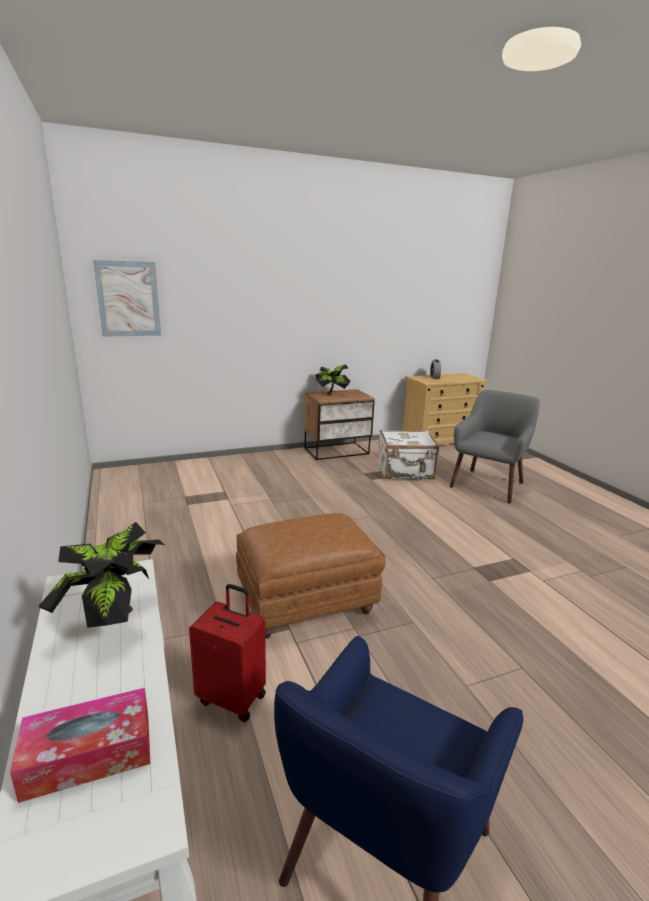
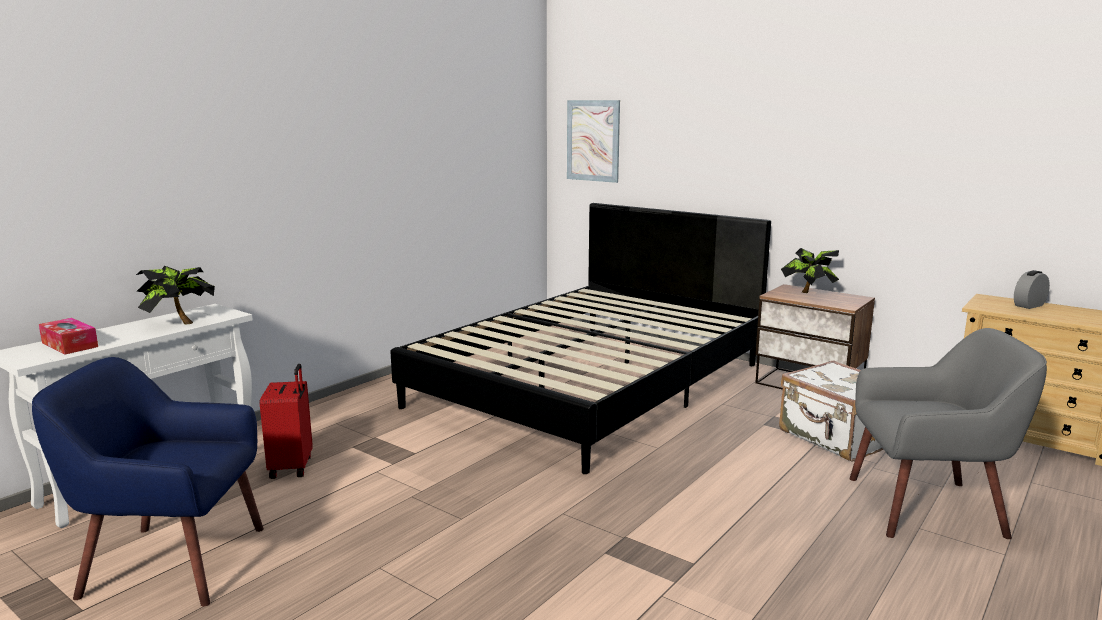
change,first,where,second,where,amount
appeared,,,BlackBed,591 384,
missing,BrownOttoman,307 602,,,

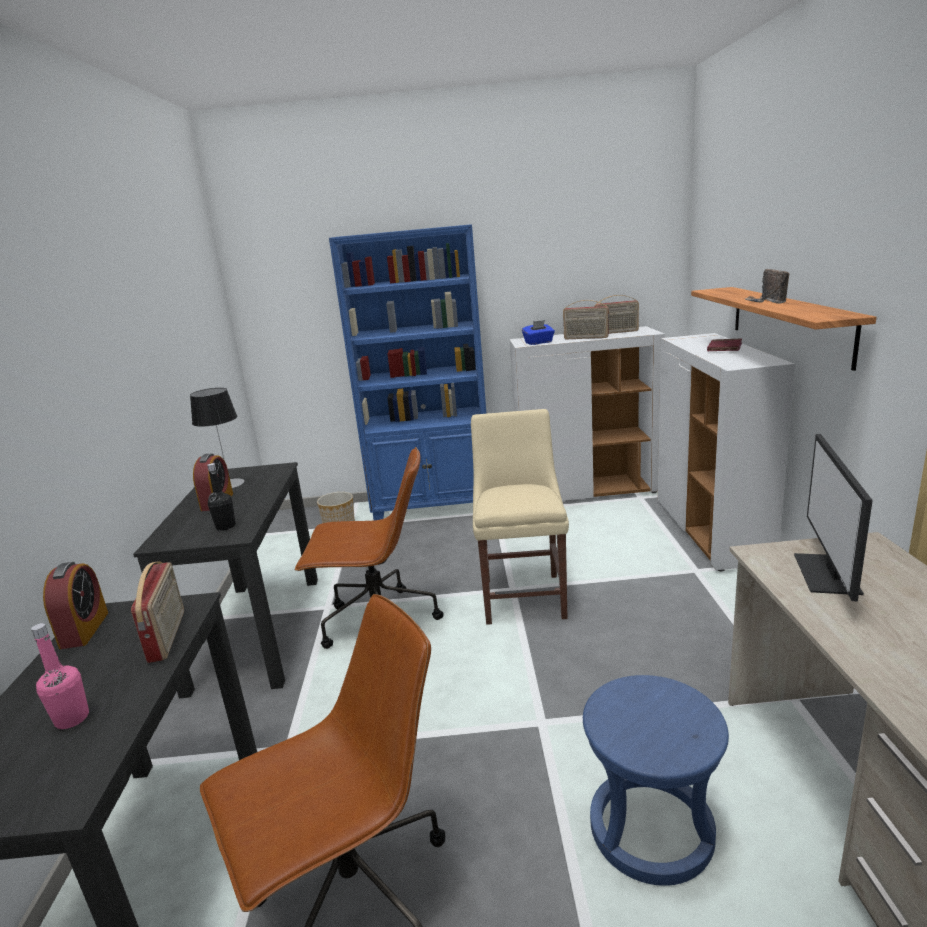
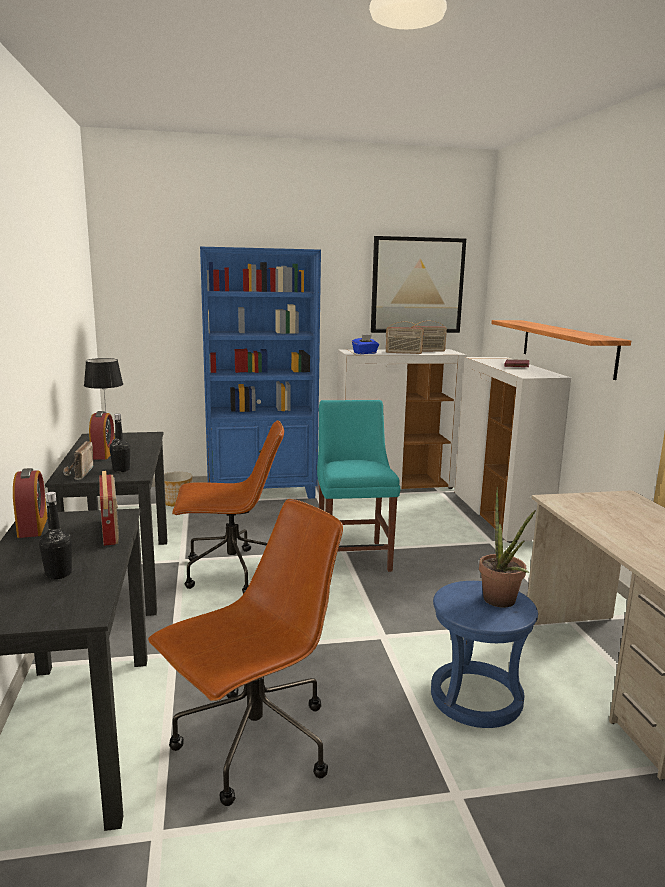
change,first,where,second,where,amount
colour,PinkBottle,72 719,BlackBottle,58 574,
relocated,Radio,766 301,,77 474,
colour,BeigeChair,523 595,TurquoiseChair,353 555,
appeared,,,Picture,417 285,
appeared,,,PottedPlant,502 603,
missing,Monitor,828 574,,,

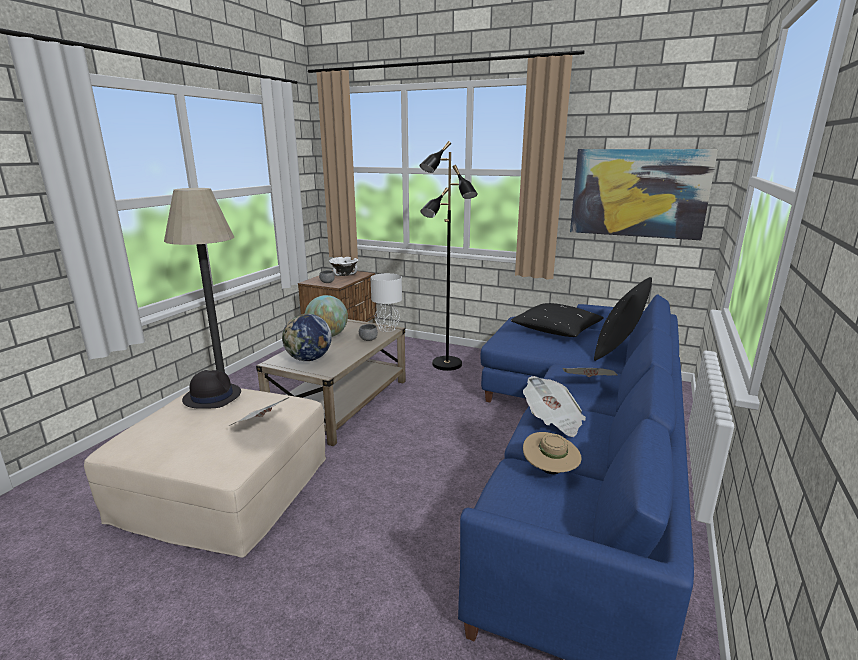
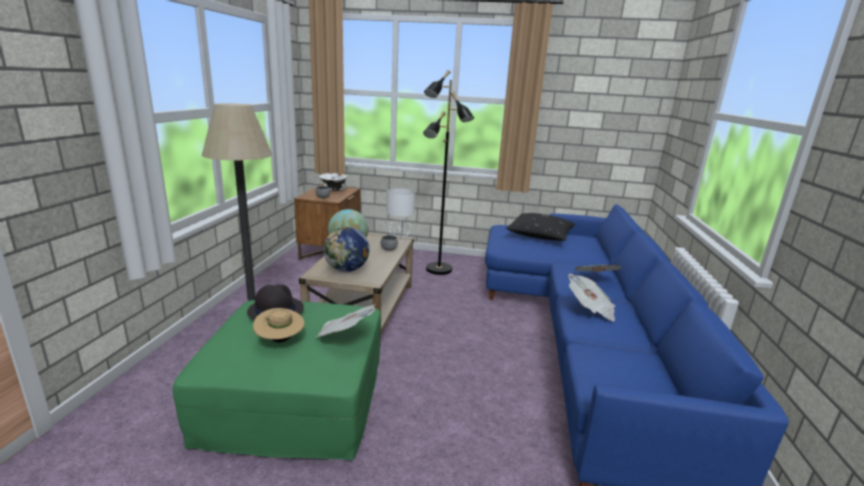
change,first,where,second,where,amount
colour,BeigeOttoman,223 488,GreenOttoman,294 399,
relocated,BeigeHat,550 471,,280 340,
missing,Picture,638 193,,,
missing,BlackPillow,618 351,,,

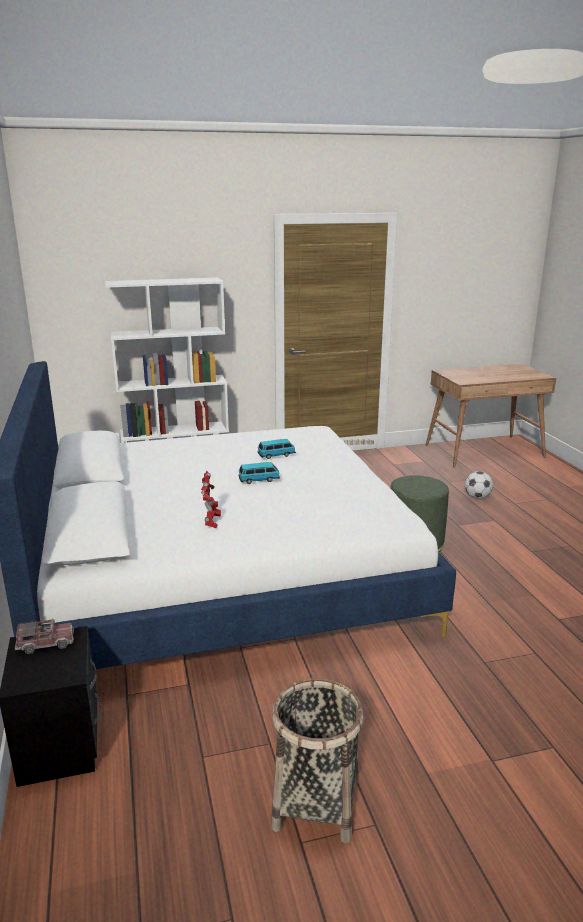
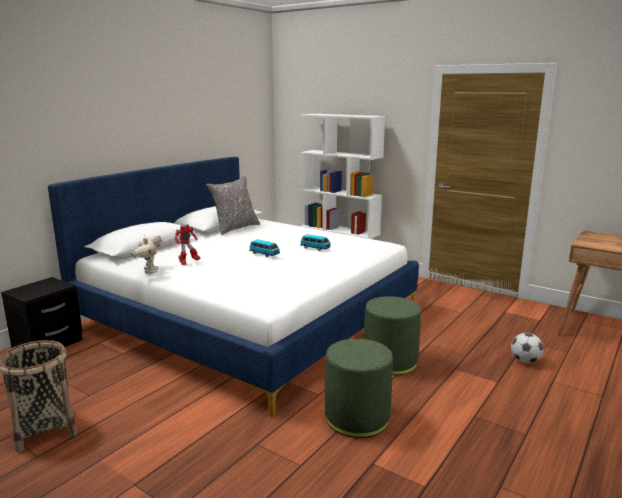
change,first,where,second,where,amount
appeared,,,ToyRobot,150 271,
appeared,,,GreyPillow,235 228,
appeared,,,GreenOttoman,357 418,
missing,ToyTruck,46 643,,,

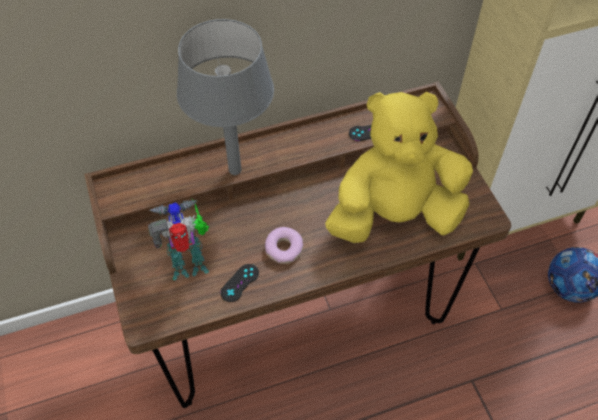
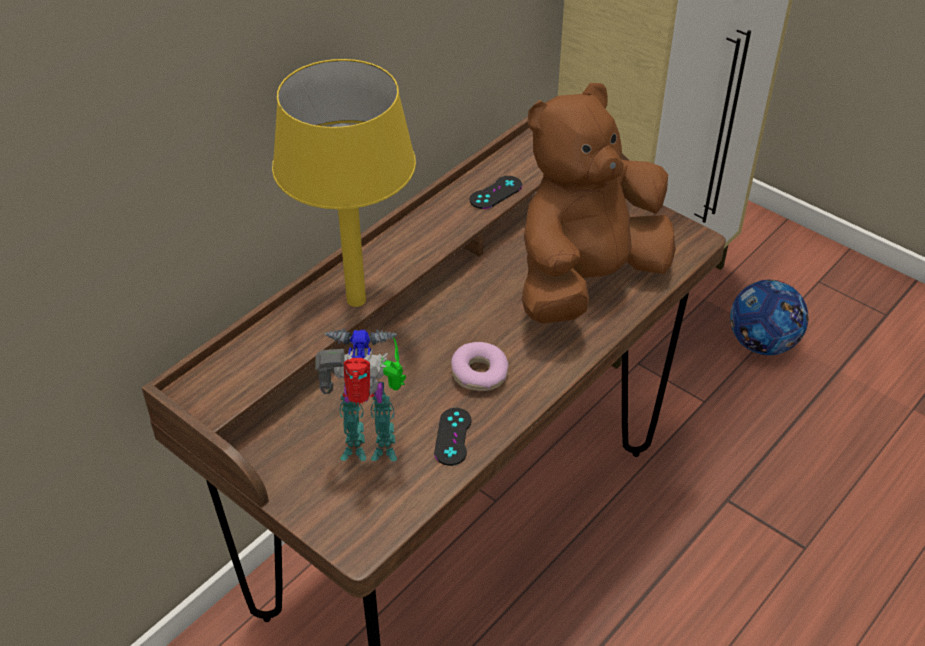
change,first,where,second,where,amount
colour,GreyTableLamp,235 170,YellowTableLamp,357 299,
spun,ToyRobot,191 267,,372 448,45 degrees clockwise
colour,YellowPlushToy,394 215,BrownPlushToy,586 280,

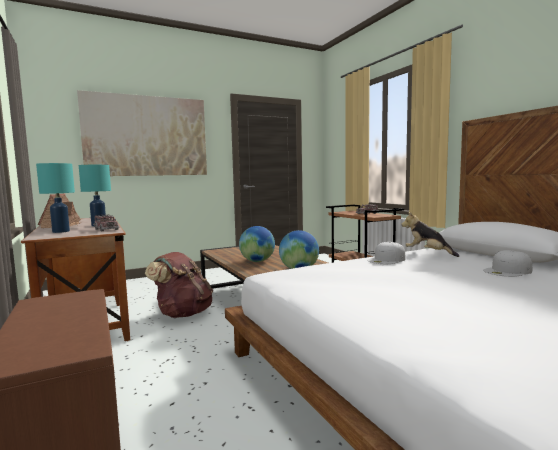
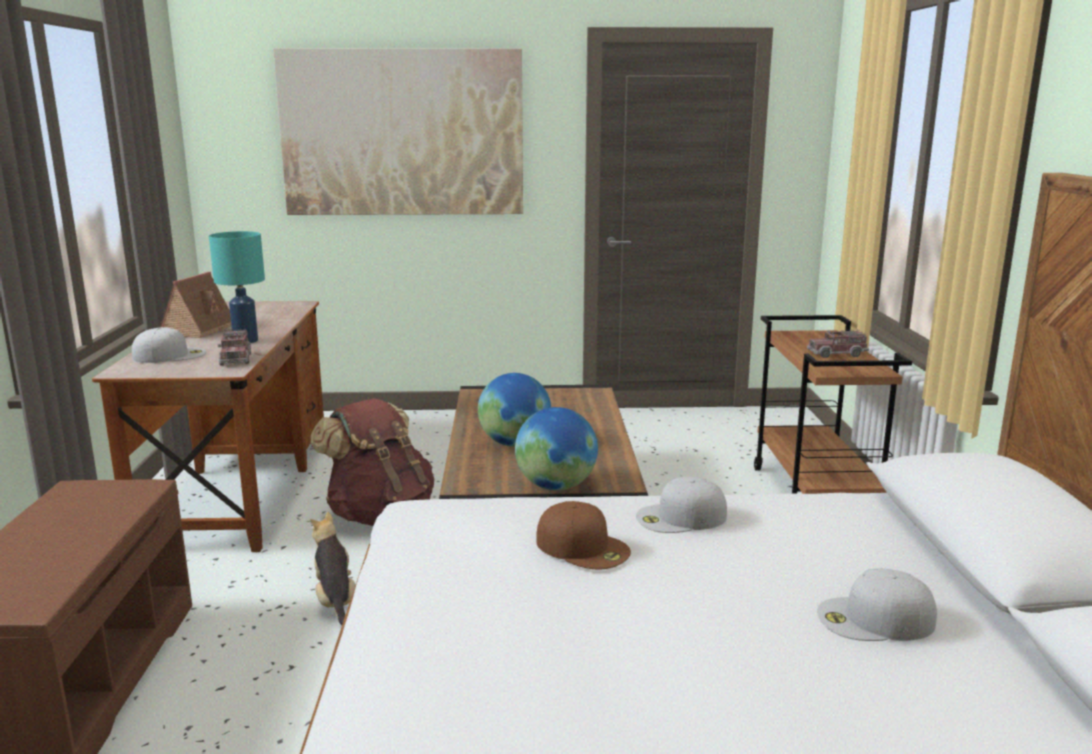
change,first,where,second,where,amount
exchanged,TurquoiseTableLamp,60 231,WhiteCap,170 355,
relocated,PlushToy,427 253,,336 602,
appeared,,,BrownCap,583 547,

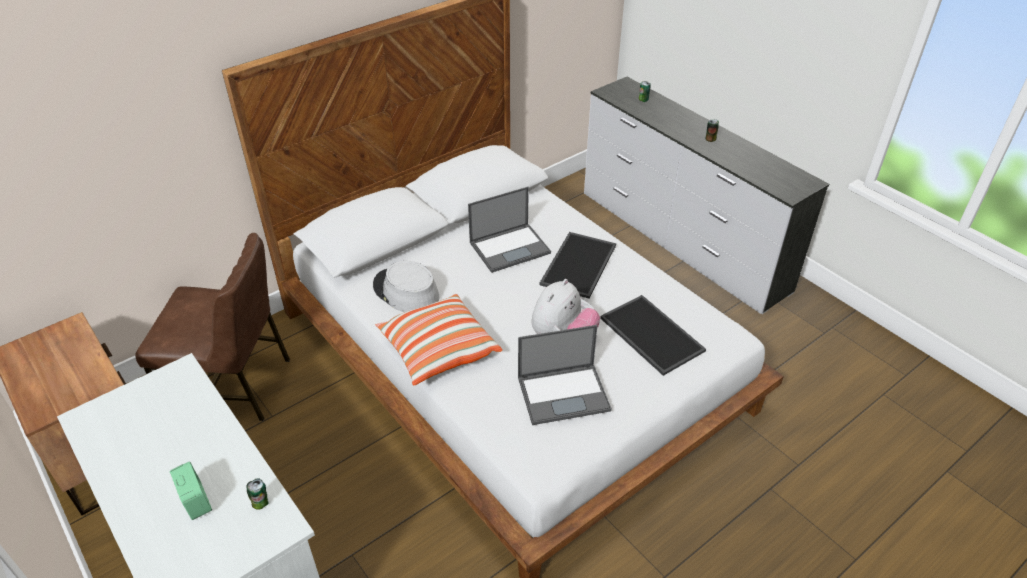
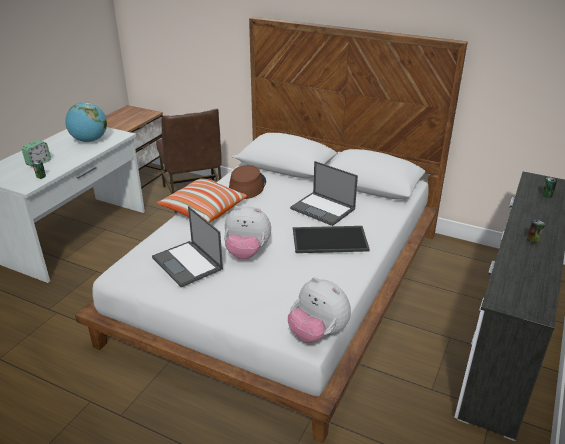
change,first,where,second,where,amount
appeared,,,Globe,89 141,
colour,GreyHat,405 292,BrownHat,247 186,
appeared,,,PlushToy,318 333,
missing,Tray,649 334,,,

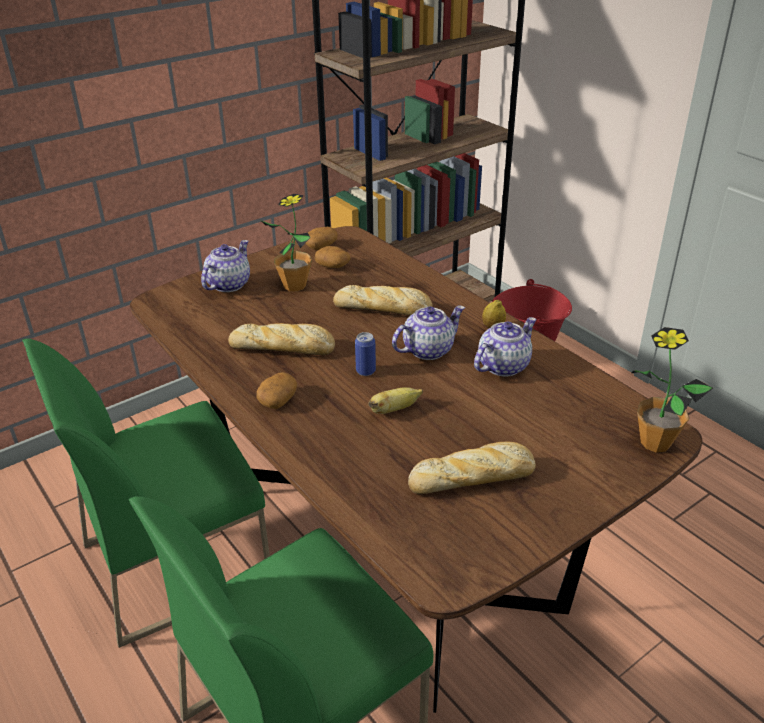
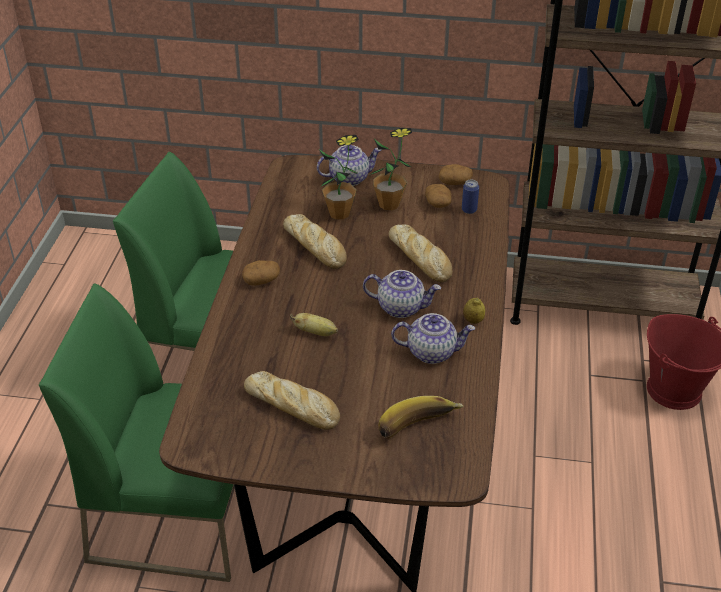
change,first,where,second,where,amount
relocated,PottedPlant,655 442,,339 213,
appeared,,,Banana,418 429,
relocated,Can,365 371,,469 210,

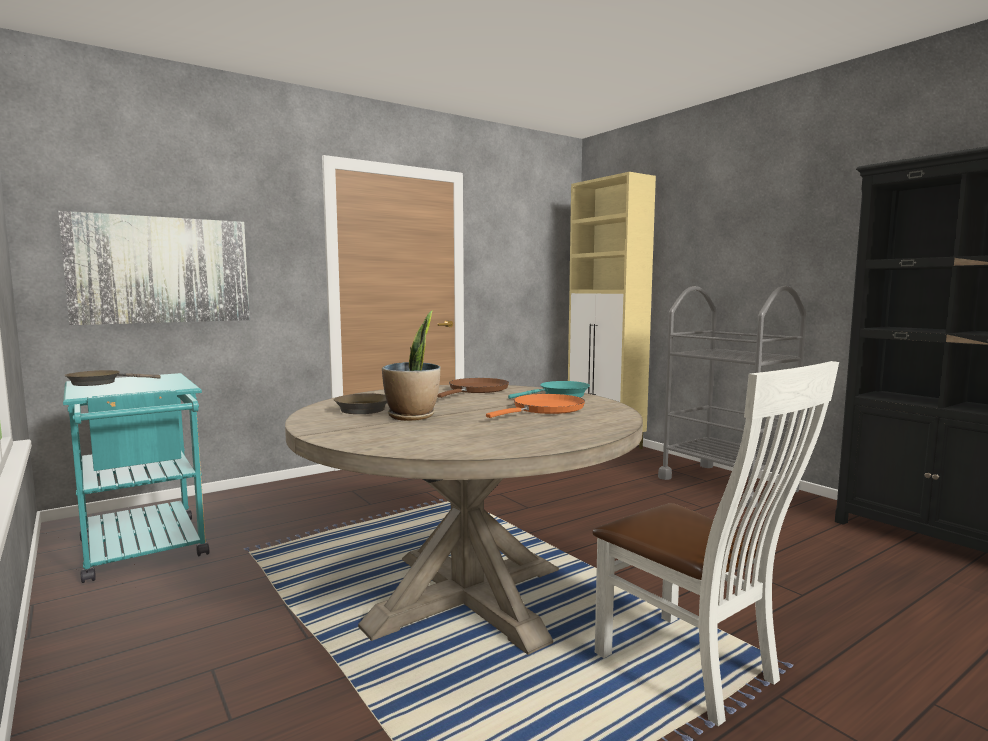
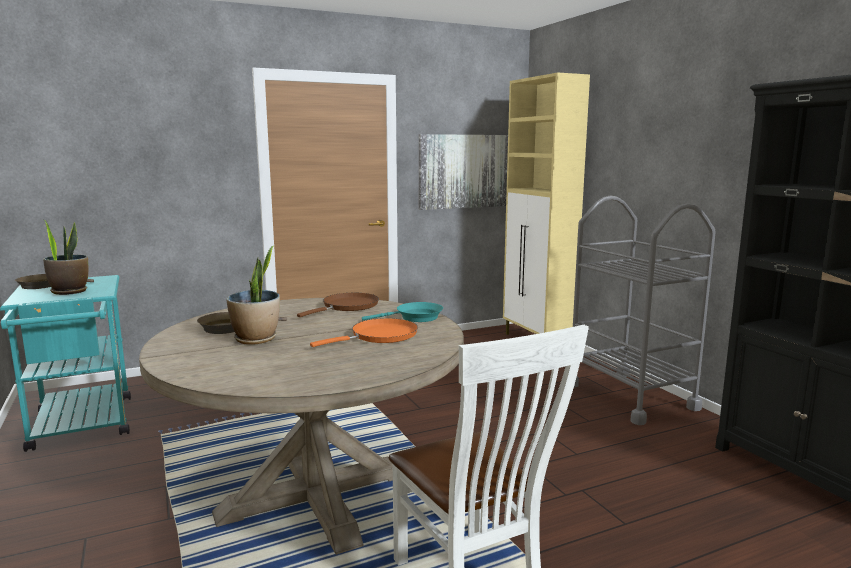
change,first,where,second,where,amount
appeared,,,PottedPlant,69 291,
relocated,Picture,161 270,,468 171,

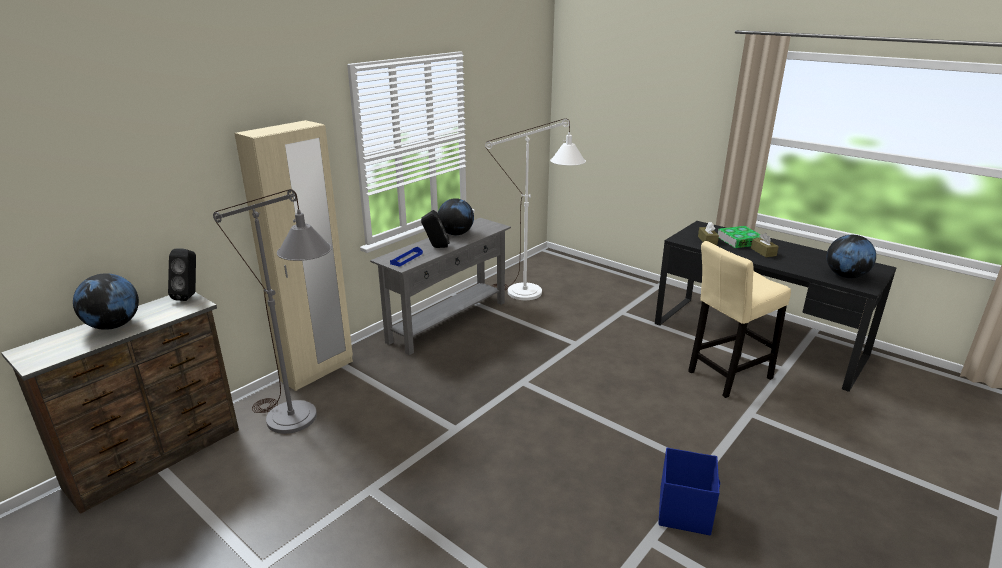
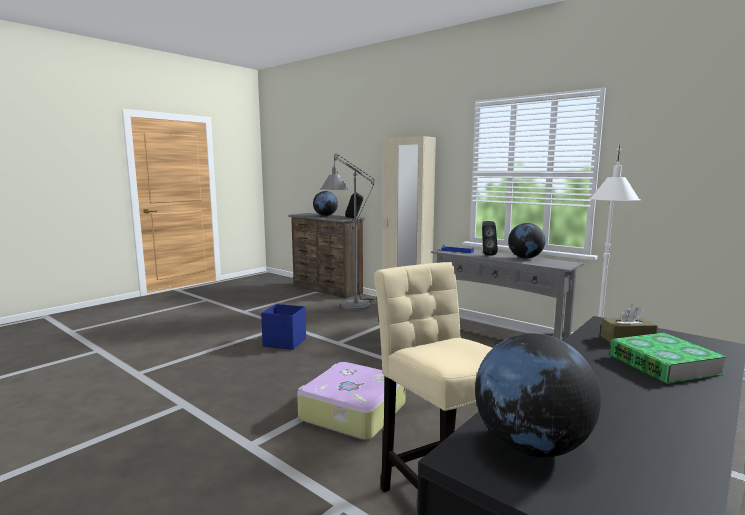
change,first,where,second,where,amount
relocated,BlueStorageBox,685 510,,285 342,
appeared,,,Suitcase,351 412,
missing,BrownTissueBox,763 252,,,

